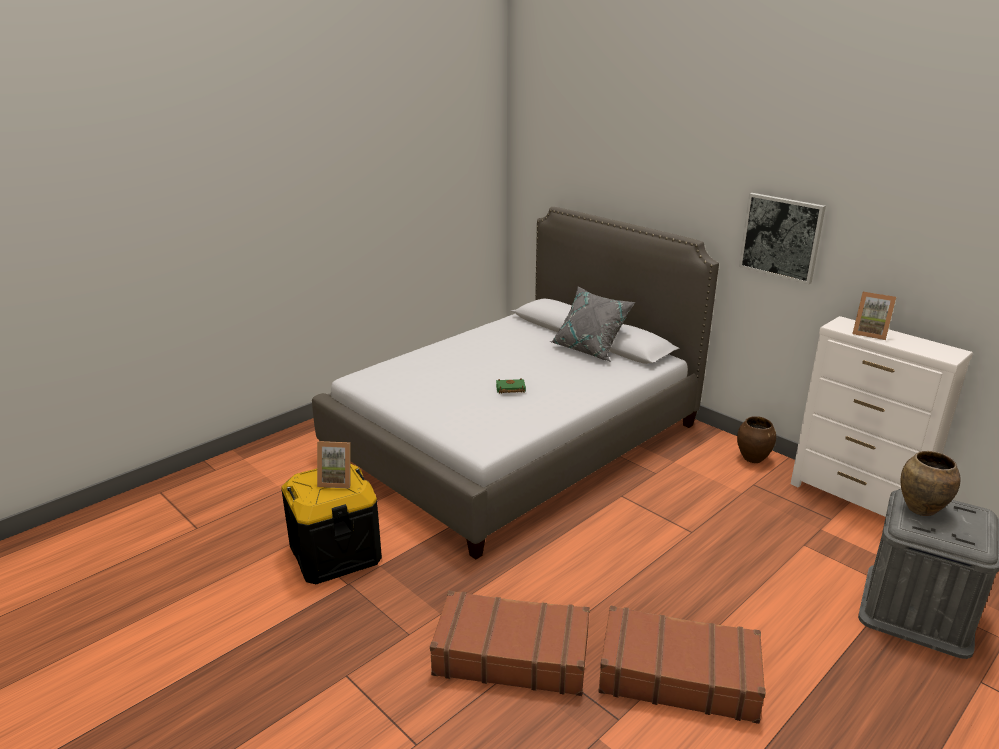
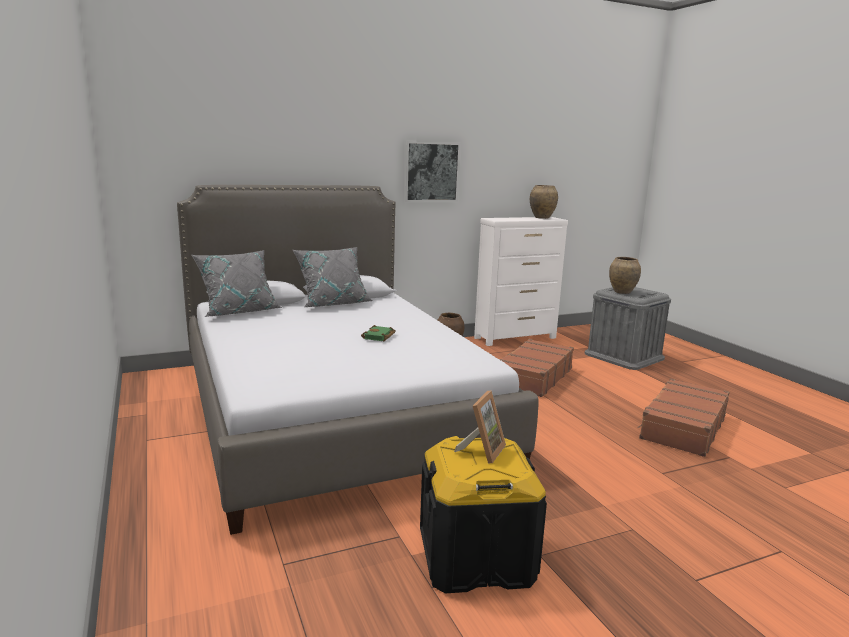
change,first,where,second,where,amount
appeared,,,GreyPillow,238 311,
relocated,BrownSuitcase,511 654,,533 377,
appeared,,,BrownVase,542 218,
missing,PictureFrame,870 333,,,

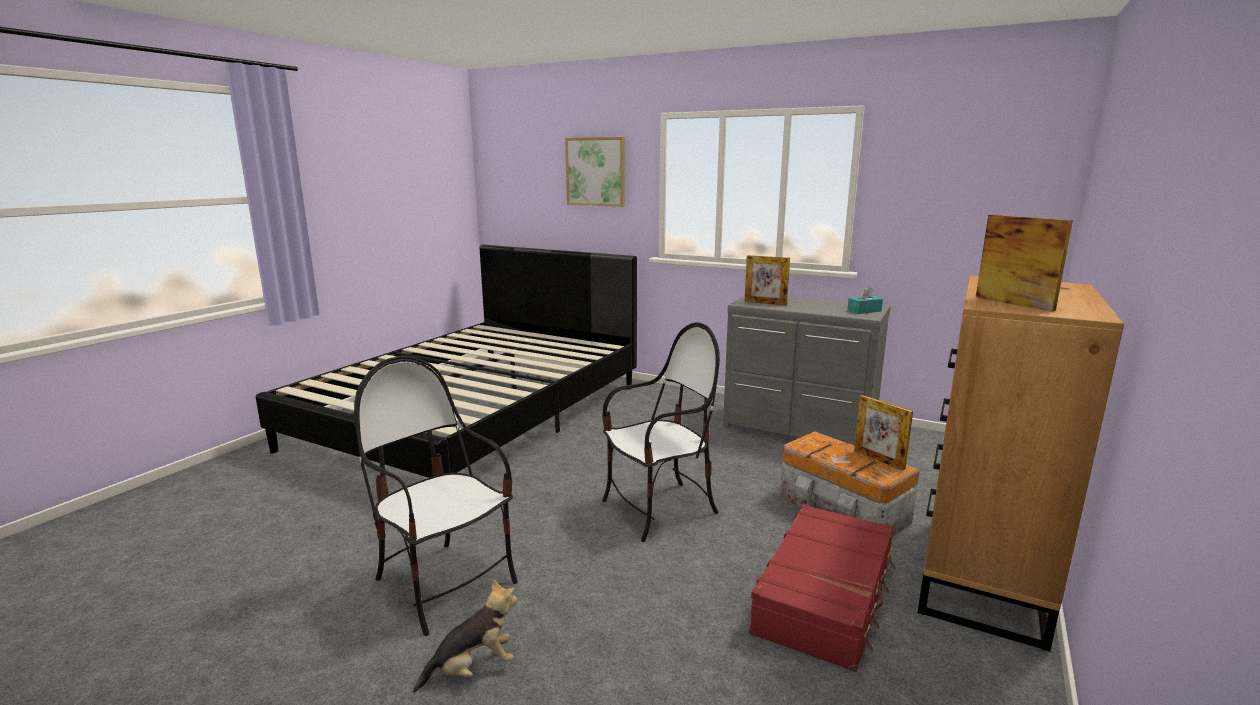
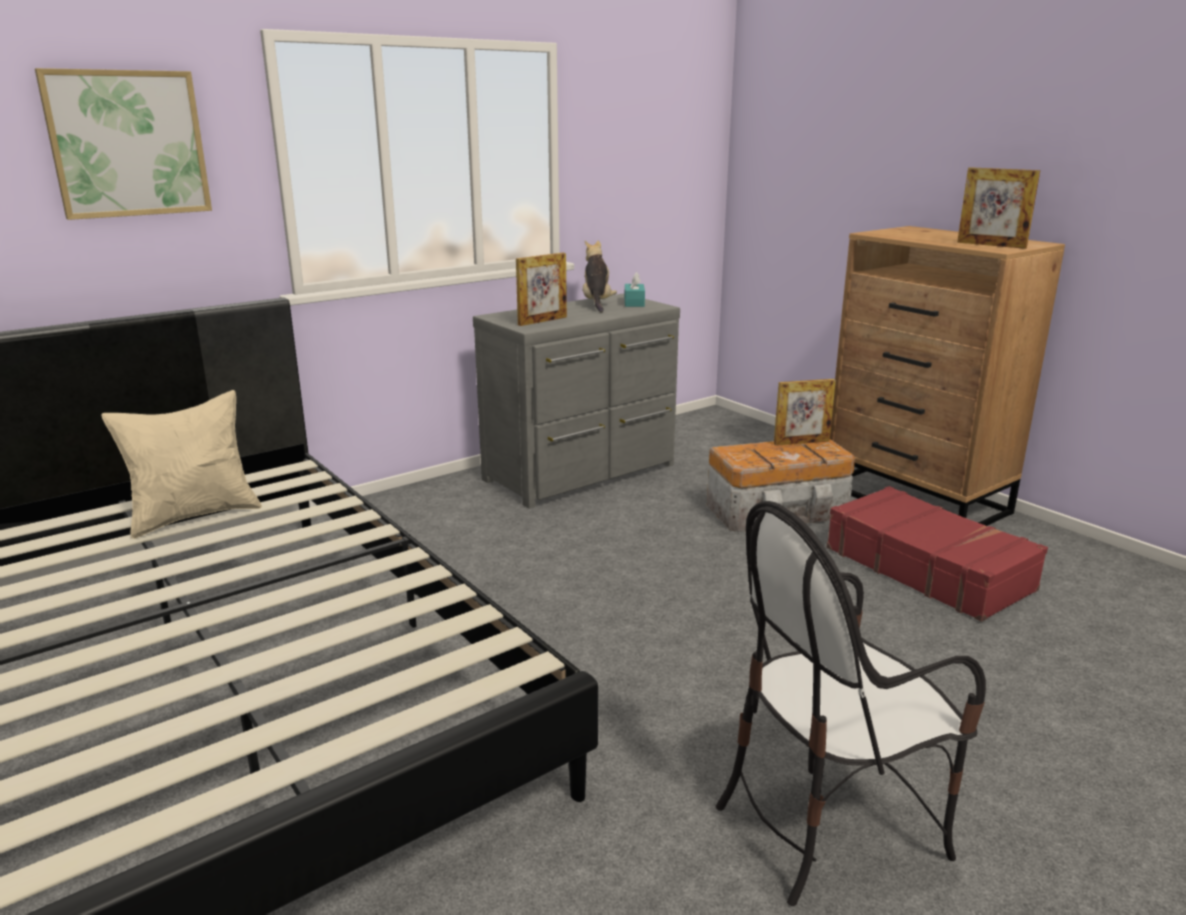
change,first,where,second,where,amount
appeared,,,BeigePillow,194 516,
relocated,PlushToy,473 668,,597 303,
spun,PictureFrame,1013 303,,991 245,135 degrees counterclockwise
missing,Chair,659 510,,,

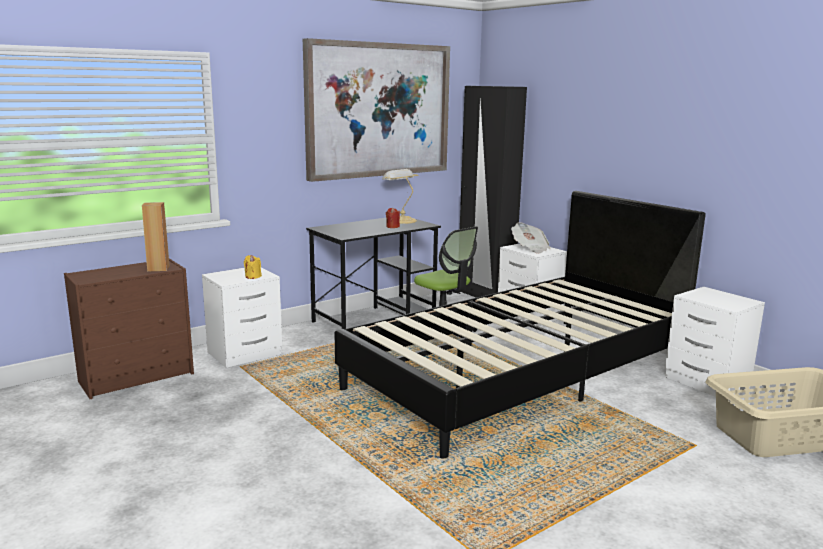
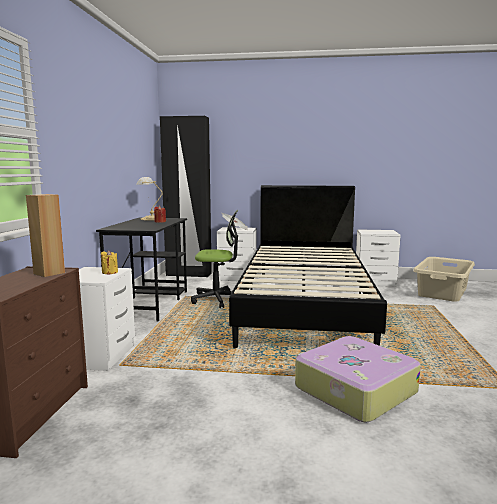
change,first,where,second,where,amount
appeared,,,Suitcase,353 390,
missing,Picture,378 110,,,

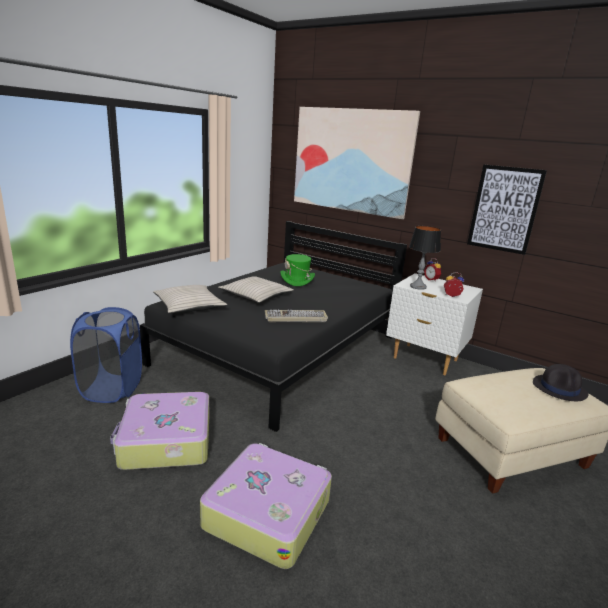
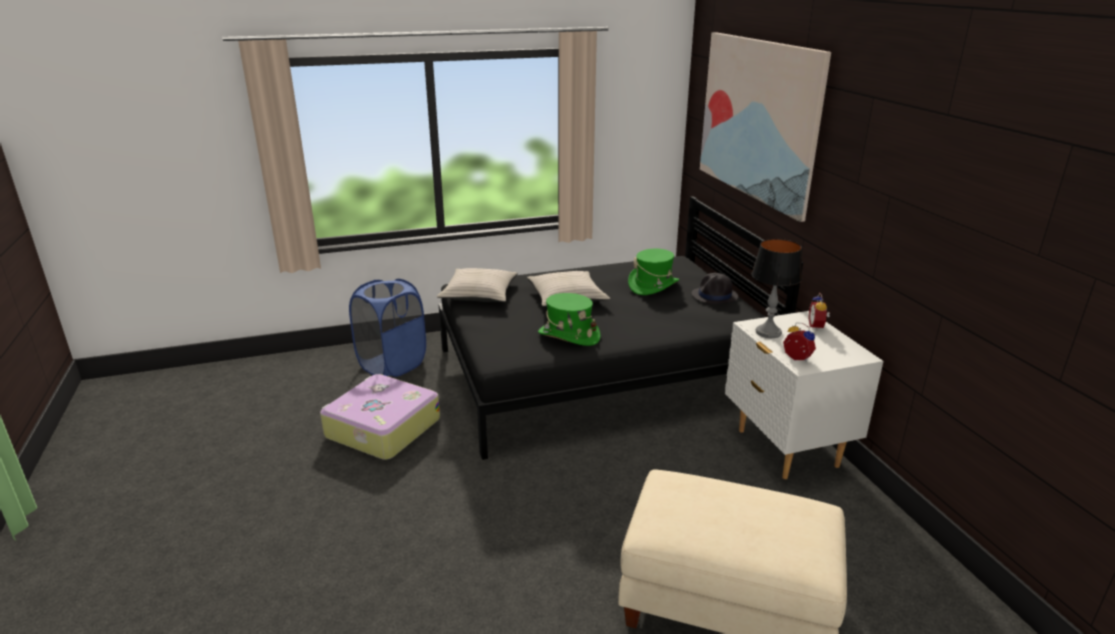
change,first,where,second,where,amount
exchanged,Keyboard,295 318,GreenHat,568 335,
relocated,BlackHat,559 388,,715 296,
missing,Suitcase,267 512,,,
missing,Picture,504 209,,,

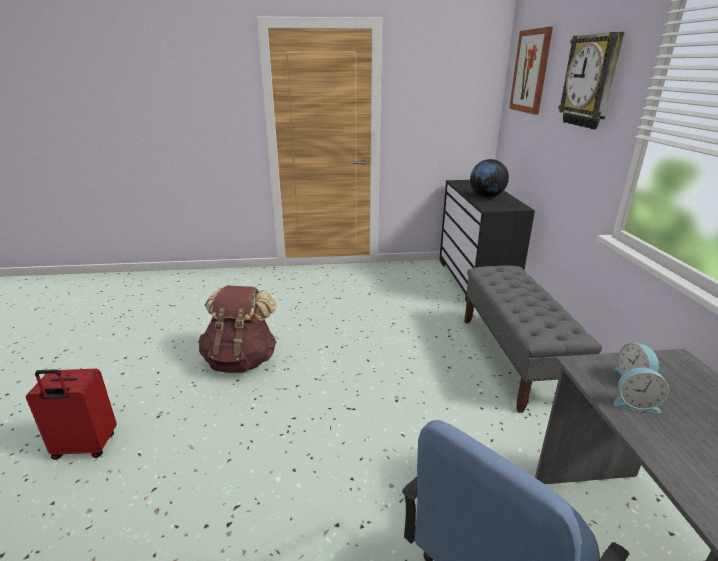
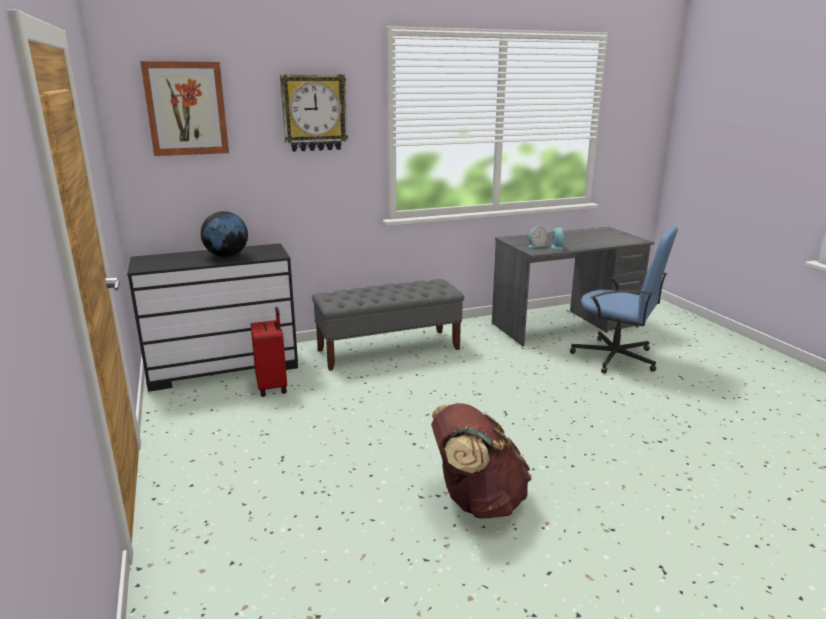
change,first,where,second,where,amount
relocated,RedSuitcase,85 447,,273 386,

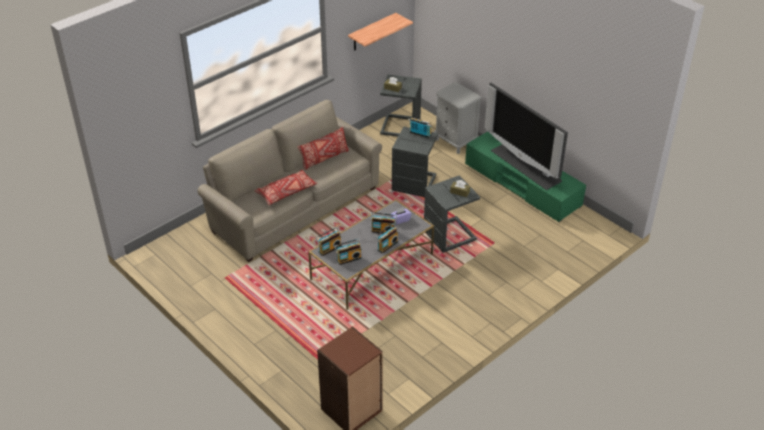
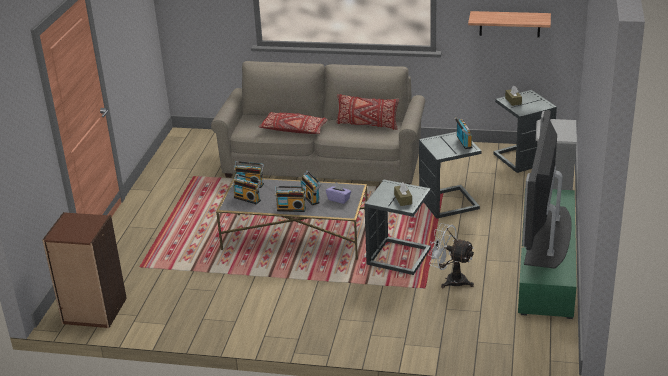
change,first,where,second,where,amount
appeared,,,WhiteFan,450 280,

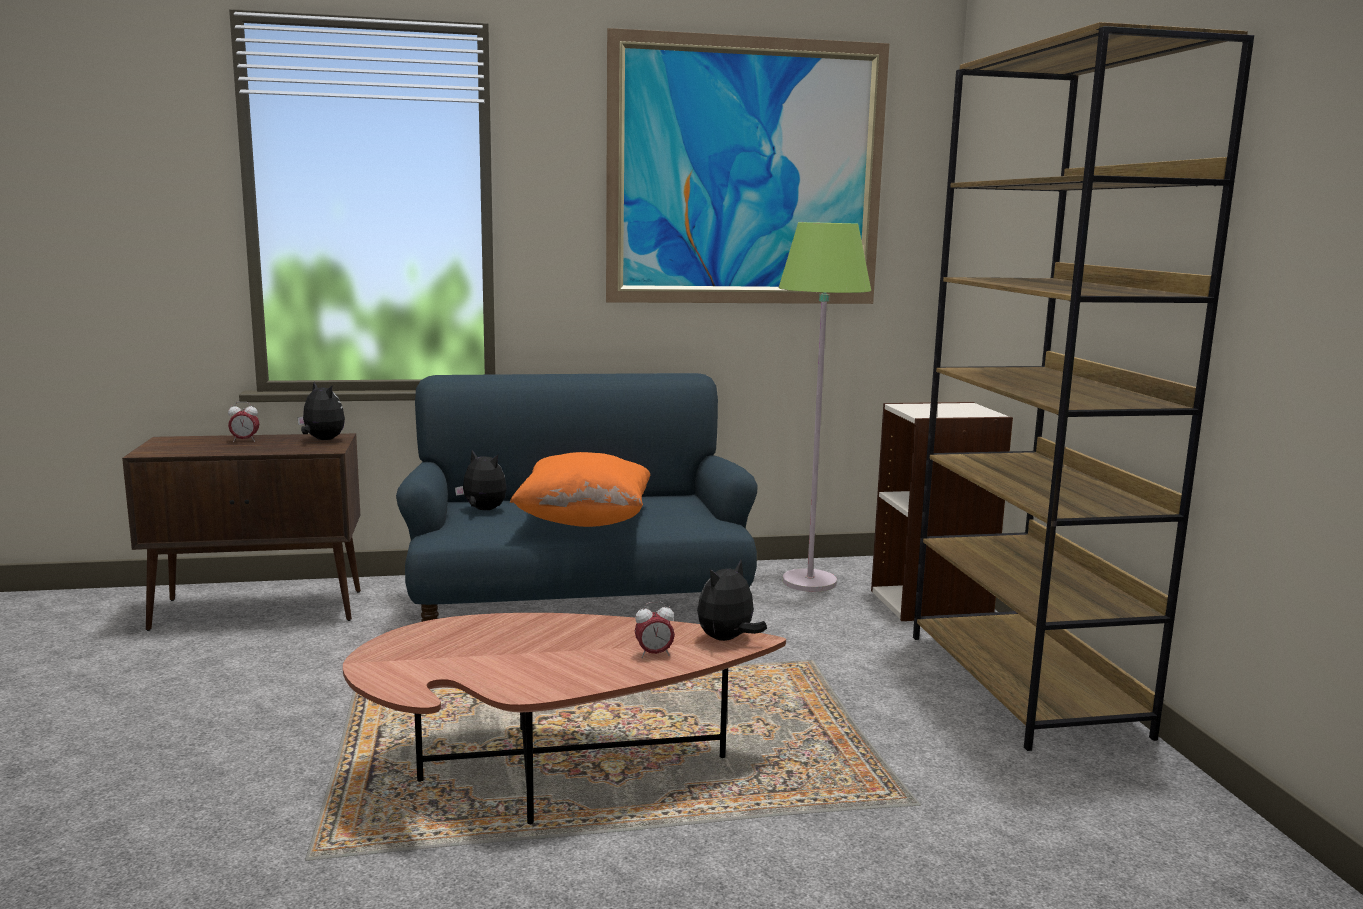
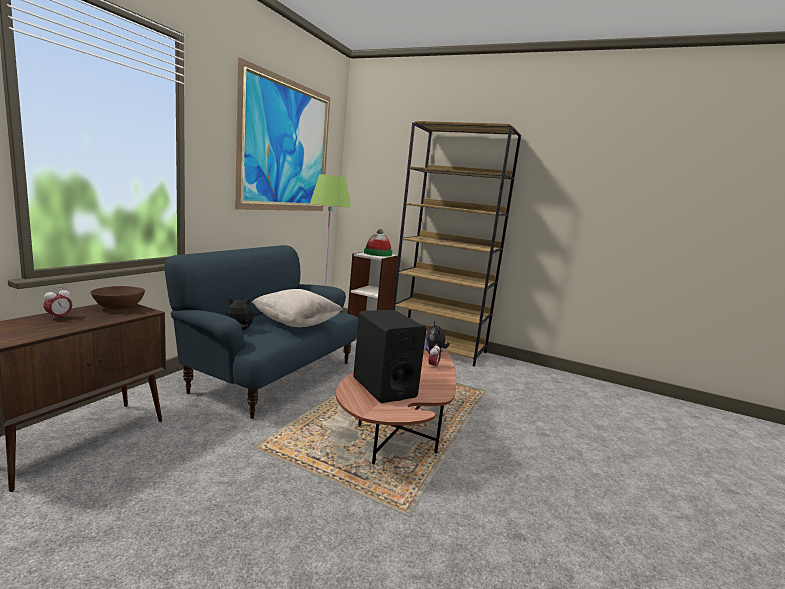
change,first,where,second,where,amount
exchanged,PlushToy,322 440,BrownBowl,118 307,
colour,OrangePillow,584 521,BeigePillow,296 324,
appeared,,,BlackSpeaker,384 387,
appeared,,,Hat,378 254,

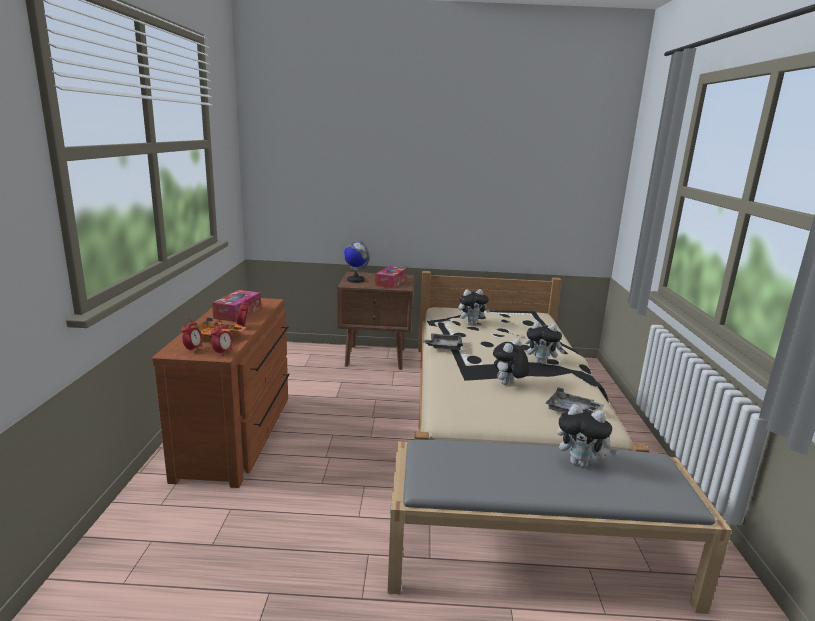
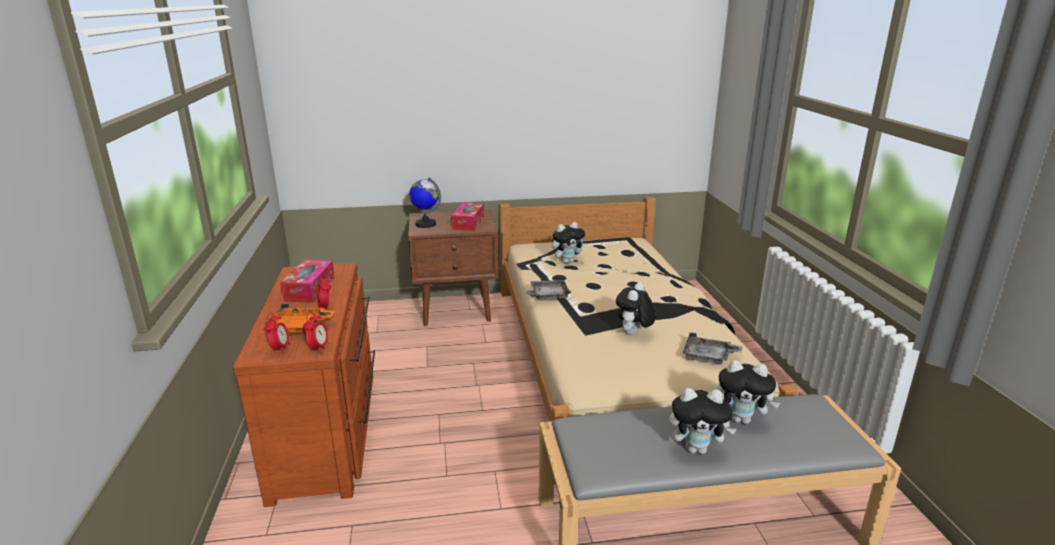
change,first,where,second,where,amount
relocated,PlushToy,541 362,,697 449,

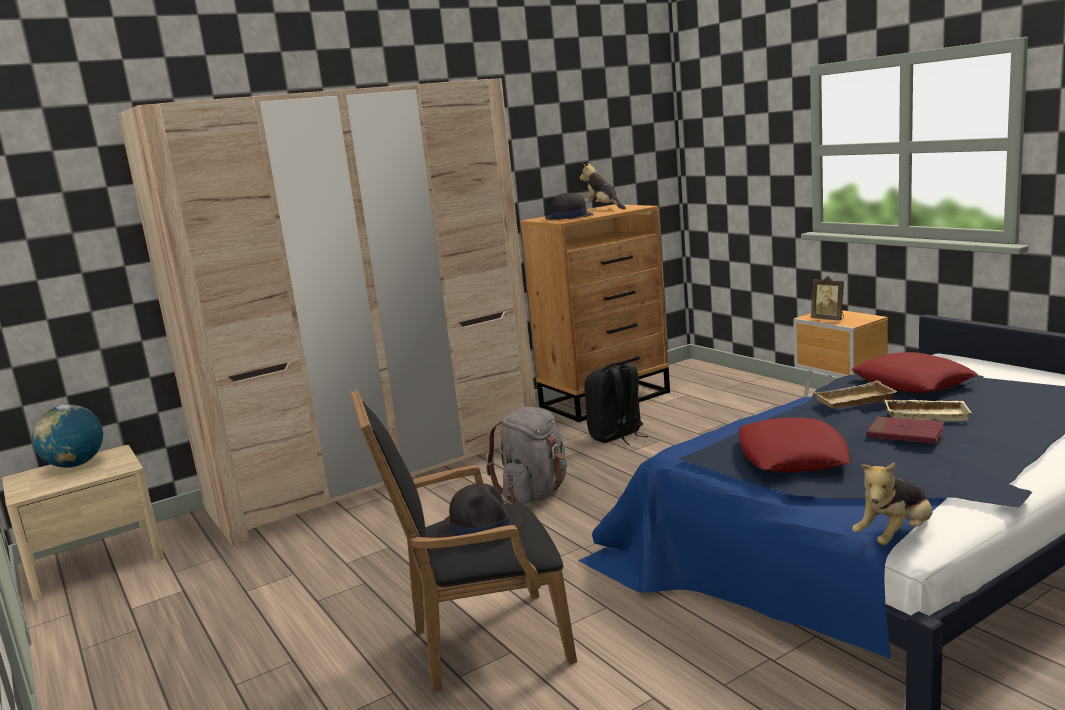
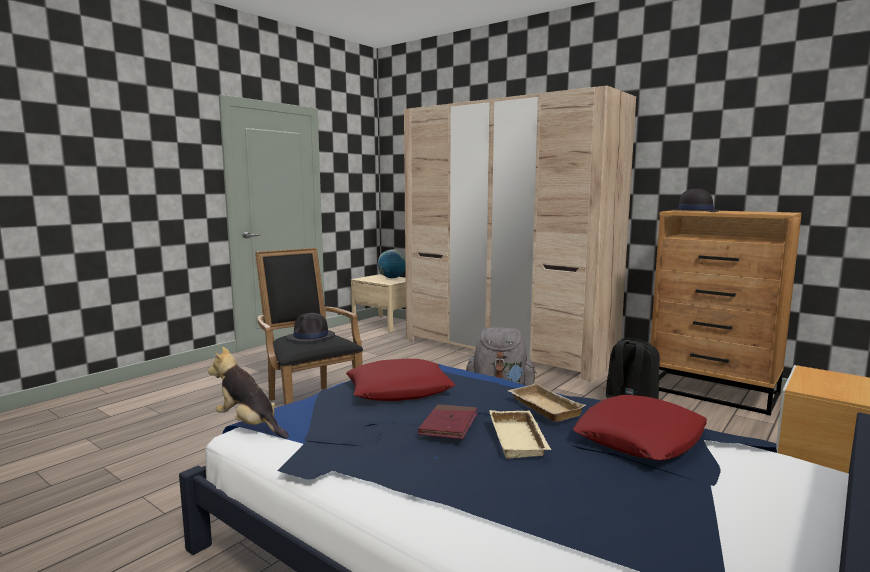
change,first,where,second,where,amount
missing,PlushToy,604 208,,,
missing,PictureFrame,829 319,,,

